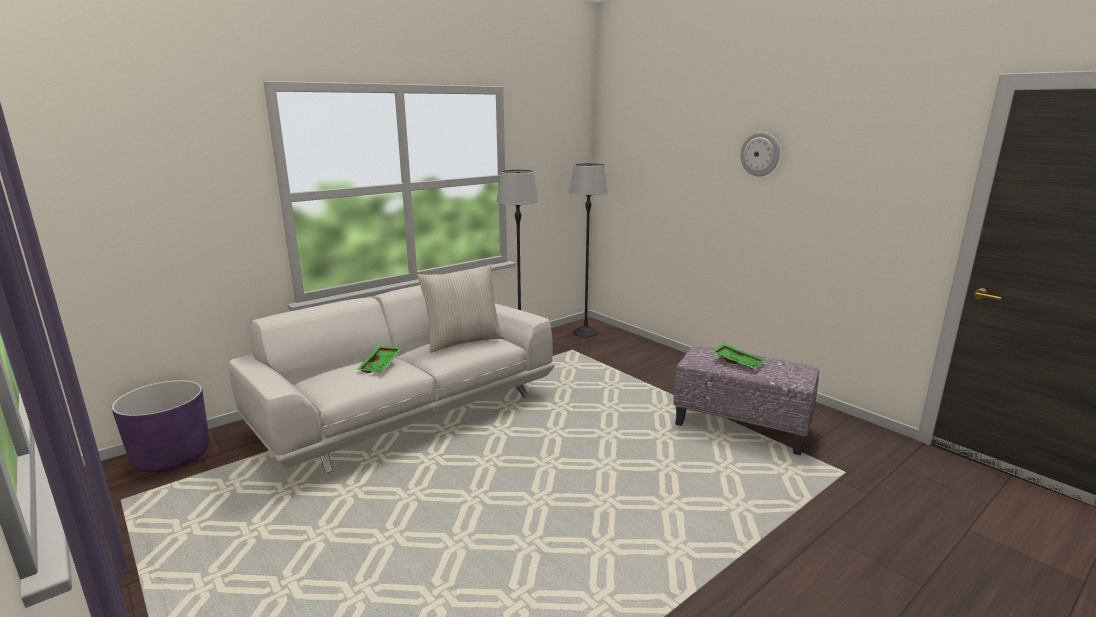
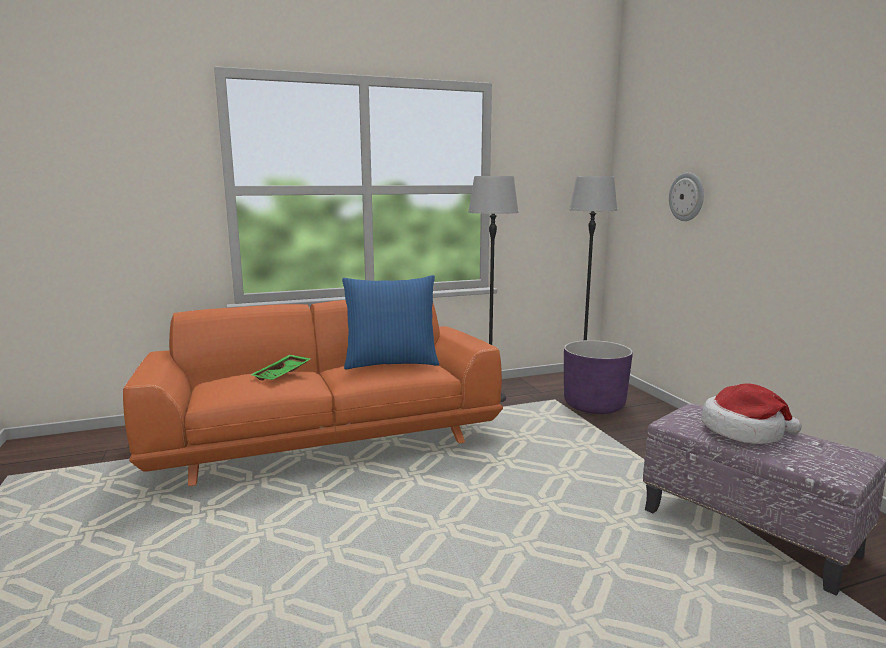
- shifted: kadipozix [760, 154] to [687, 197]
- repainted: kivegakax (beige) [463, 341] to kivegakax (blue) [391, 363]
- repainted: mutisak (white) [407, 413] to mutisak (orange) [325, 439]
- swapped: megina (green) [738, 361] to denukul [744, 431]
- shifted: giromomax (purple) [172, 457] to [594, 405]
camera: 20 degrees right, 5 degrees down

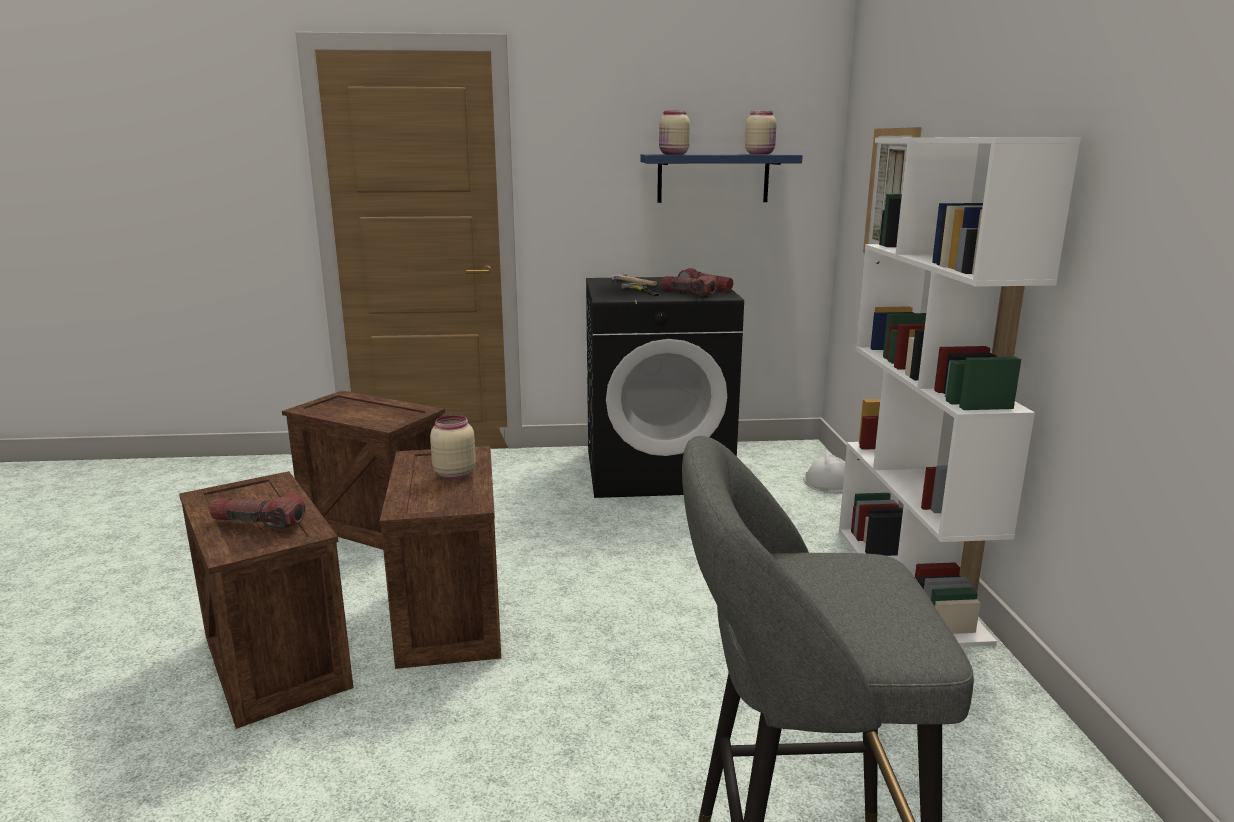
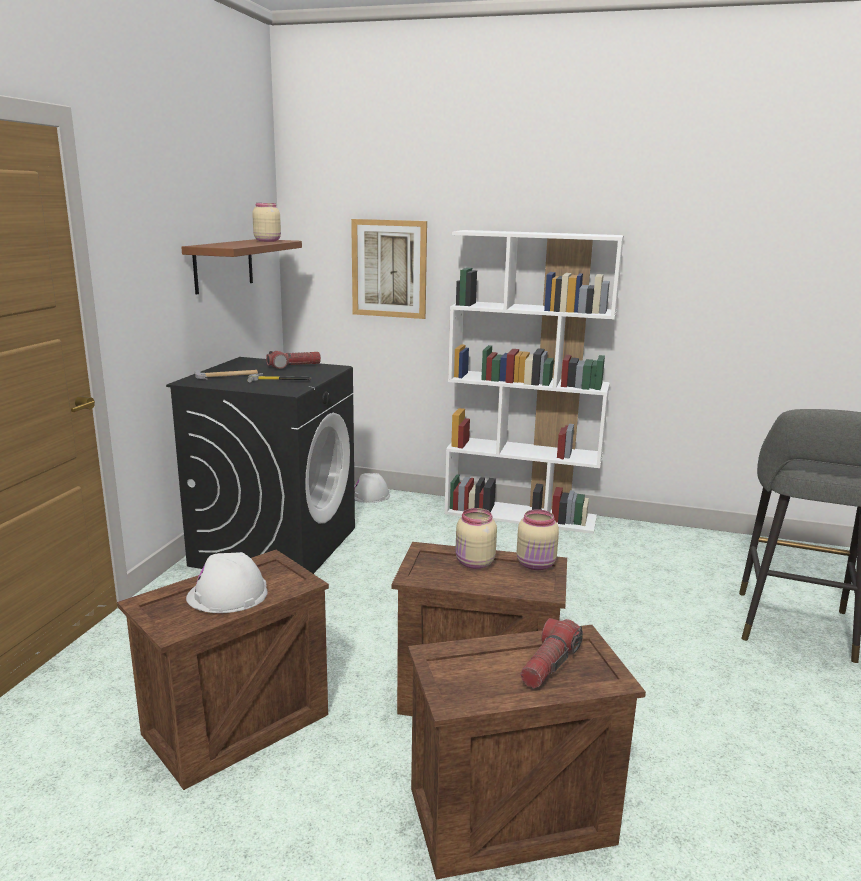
- shifted: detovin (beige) [673, 154] to [536, 565]
- repainted: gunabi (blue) [713, 178] to gunabi (brown) [223, 265]
- gone: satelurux [688, 293]
- new: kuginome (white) [227, 595]
camera: 70 degrees left, 0 degrees up

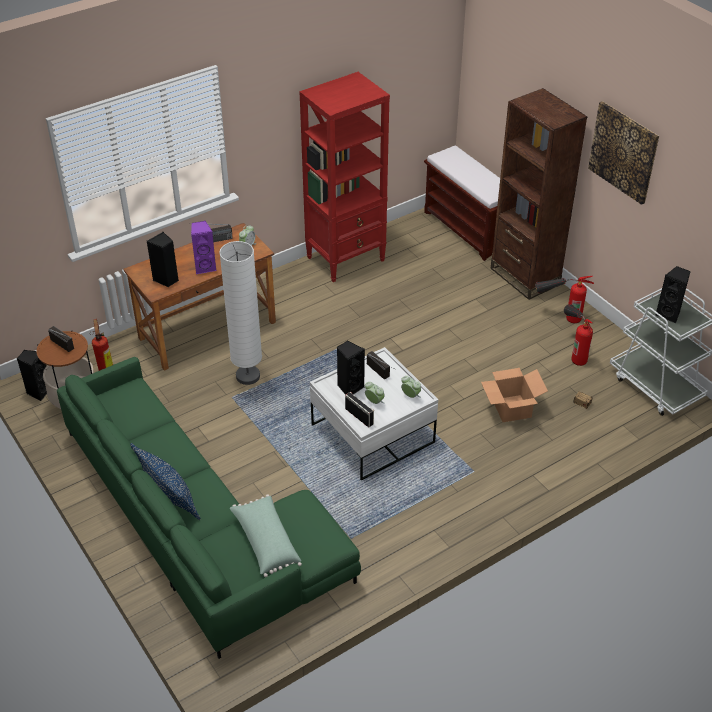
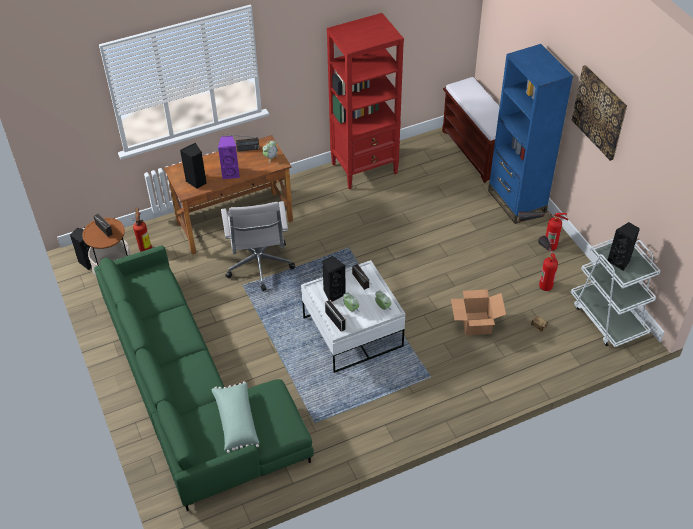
- repainted: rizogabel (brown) [525, 276] to rizogabel (blue) [516, 201]
- swapped: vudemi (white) [248, 376] to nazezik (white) [259, 268]
- gone: kivegakax (blue) [168, 496]
camera: 10 degrees right, 5 degrees up

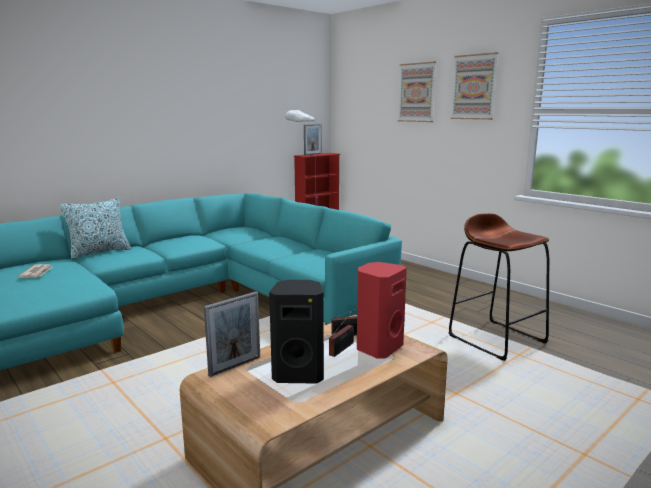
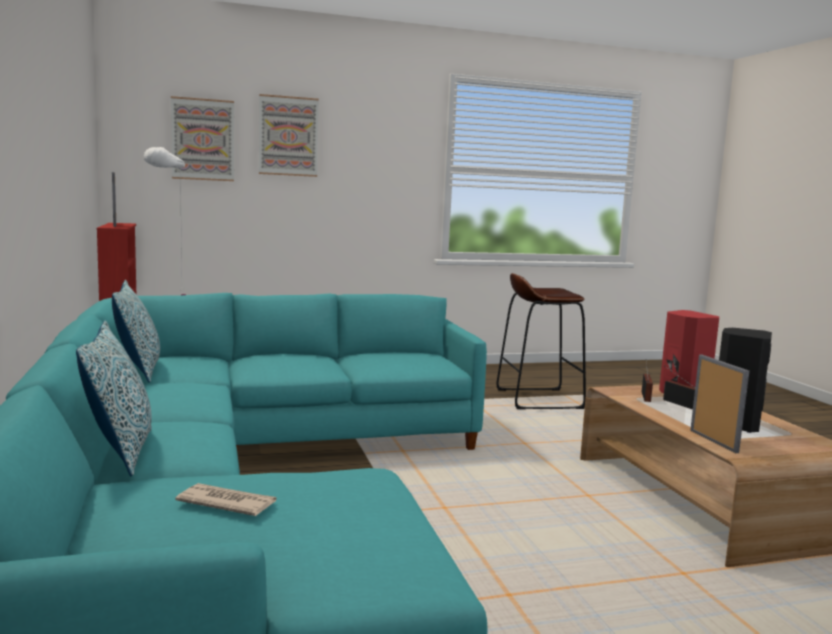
- shifted: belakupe [474, 87] to [203, 139]
- new: kivegakax [139, 370]
camera: 65 degrees left, 5 degrees down

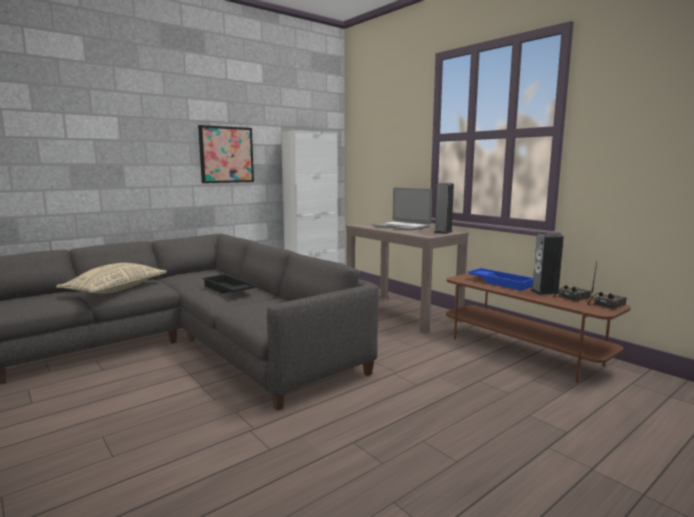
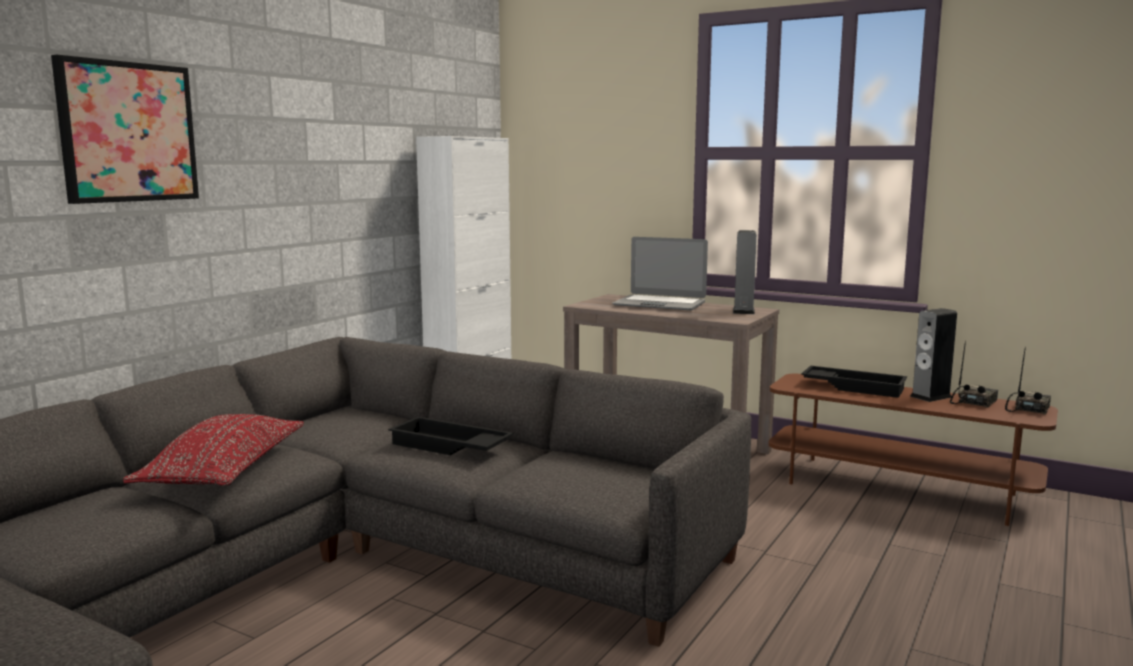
- shifted: belakupe [226, 154] to [128, 132]
- repainted: kivegakax (beige) [116, 290] to kivegakax (red) [224, 472]
- repainted: megina (blue) [500, 282] to megina (black) [854, 387]
camera: 20 degrees left, 0 degrees up

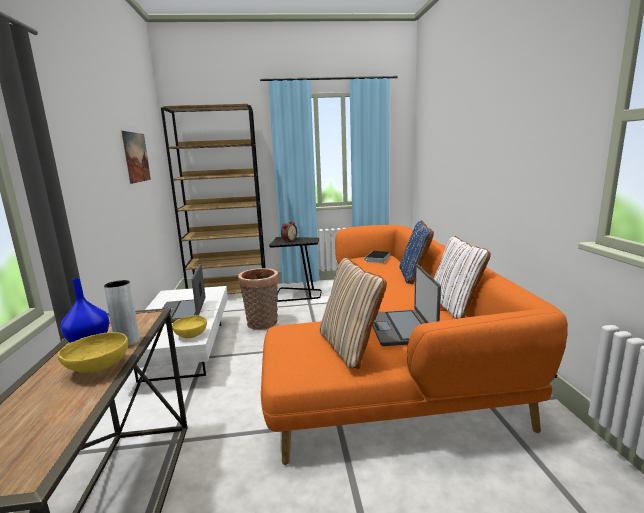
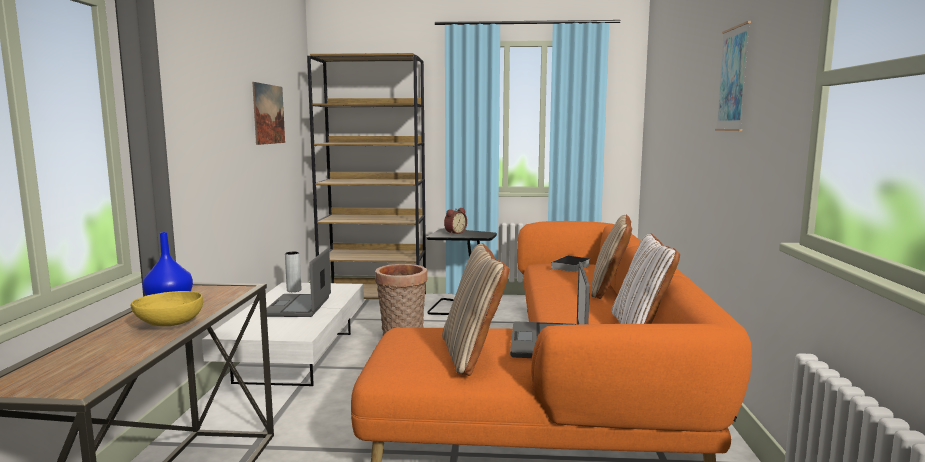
- repainted: kivegakax (blue) [414, 276] to kivegakax (beige) [609, 290]
- shifted: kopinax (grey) [127, 341] to [294, 290]
- gone: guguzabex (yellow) [191, 335]
- new: belakupe [733, 79]
camera: 10 degrees right, 5 degrees down

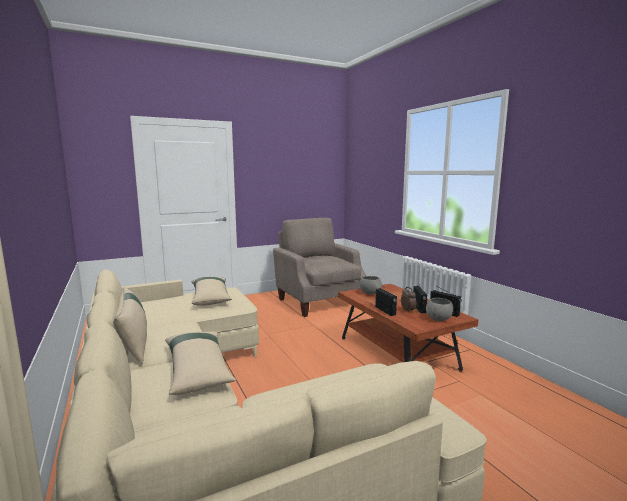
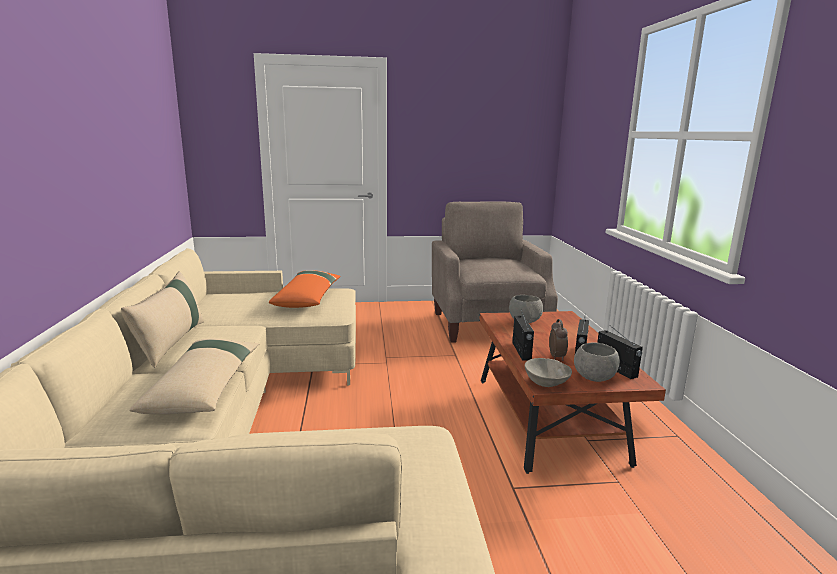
- repainted: kivegakax (beige) [210, 297] to kivegakax (orange) [308, 298]
- new: guguzabex (grey) [545, 382]
camera: 20 degrees right, 5 degrees up

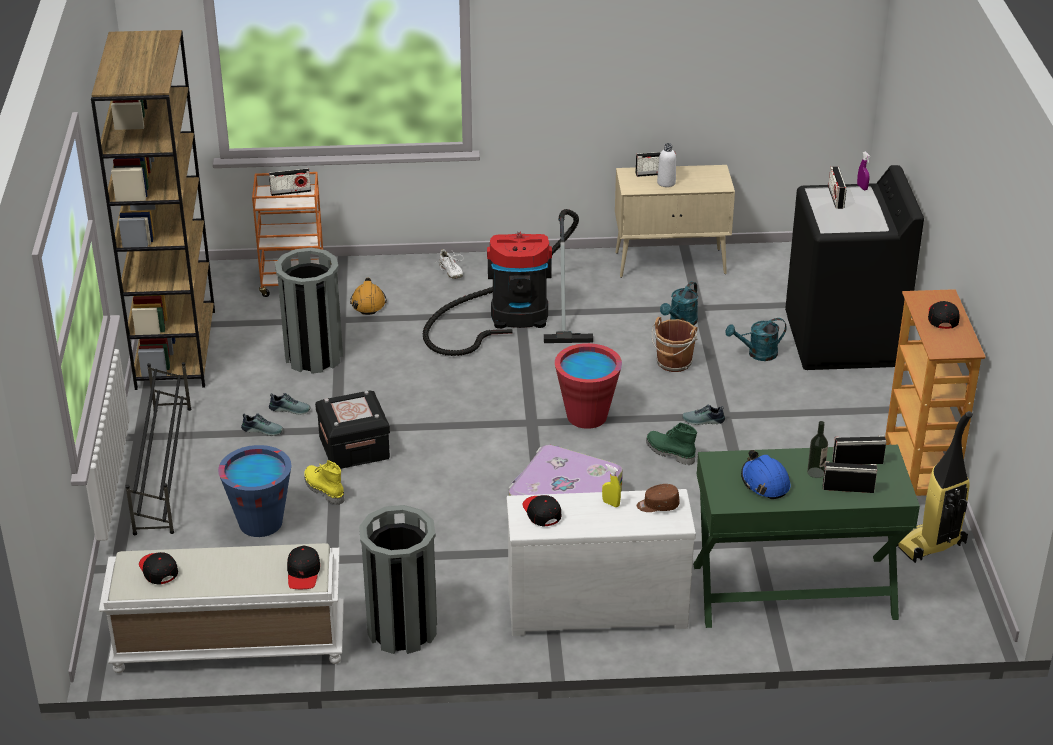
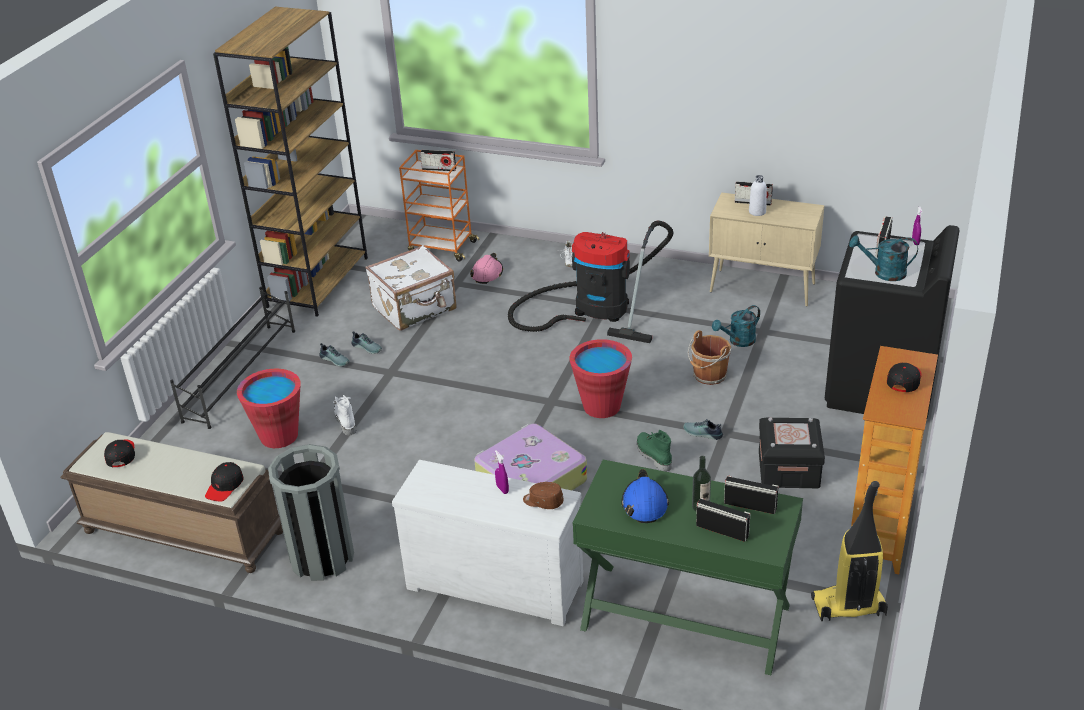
- swapped: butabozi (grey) [314, 356] to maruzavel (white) [415, 308]
- repainted: kuginome (orange) [368, 303] to kuginome (pink) [487, 274]
- shifted: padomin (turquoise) [757, 354] to [883, 273]
- shifted: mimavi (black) [354, 448] to [788, 469]
- repainted: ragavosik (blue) [260, 523] to ragavosik (red) [279, 436]
- repainted: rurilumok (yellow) [323, 490] to rurilumok (white) [345, 420]
- repainted: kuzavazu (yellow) [611, 503] to kuzavazu (purple) [502, 489]
- gone: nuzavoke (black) [541, 513]
- repainted: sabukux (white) [228, 644] to sabukux (brown) [182, 532]
camera: 25 degrees right, 0 degrees up

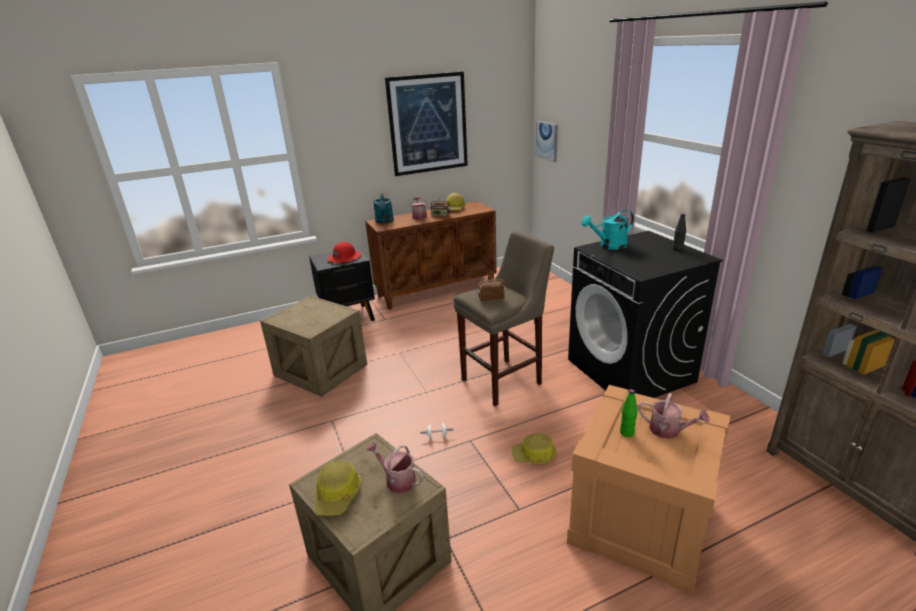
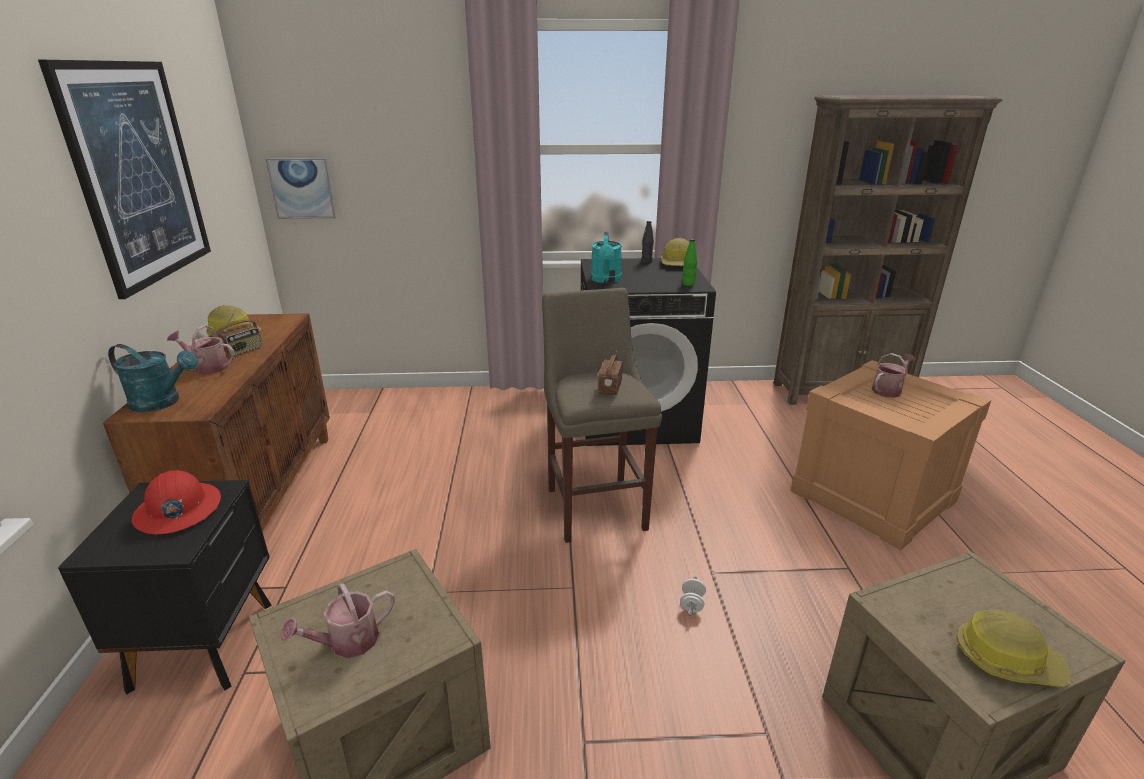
- shifted: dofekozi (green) [627, 432] to [688, 284]
- shifted: kuginome [534, 455] to [677, 263]
- shifted: padomin [397, 480] to [347, 642]
camera: 70 degrees left, 0 degrees up

